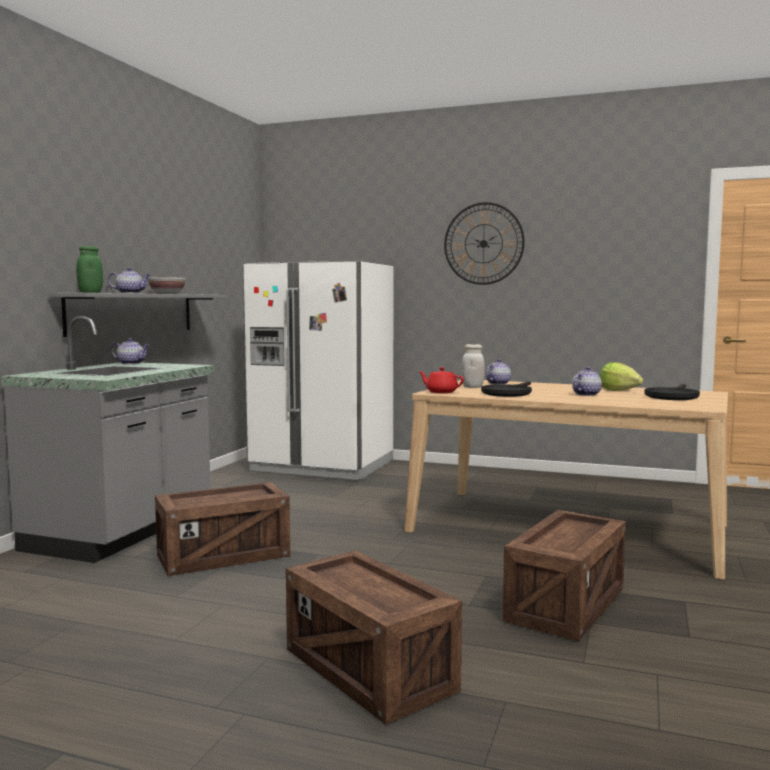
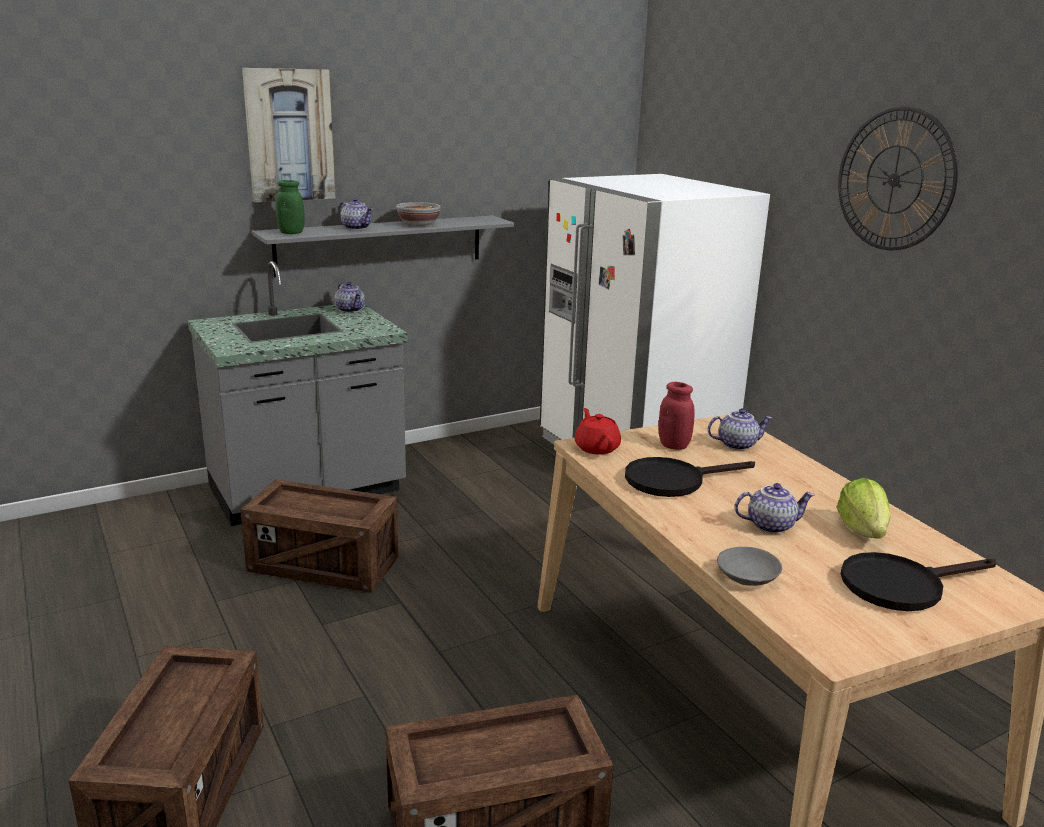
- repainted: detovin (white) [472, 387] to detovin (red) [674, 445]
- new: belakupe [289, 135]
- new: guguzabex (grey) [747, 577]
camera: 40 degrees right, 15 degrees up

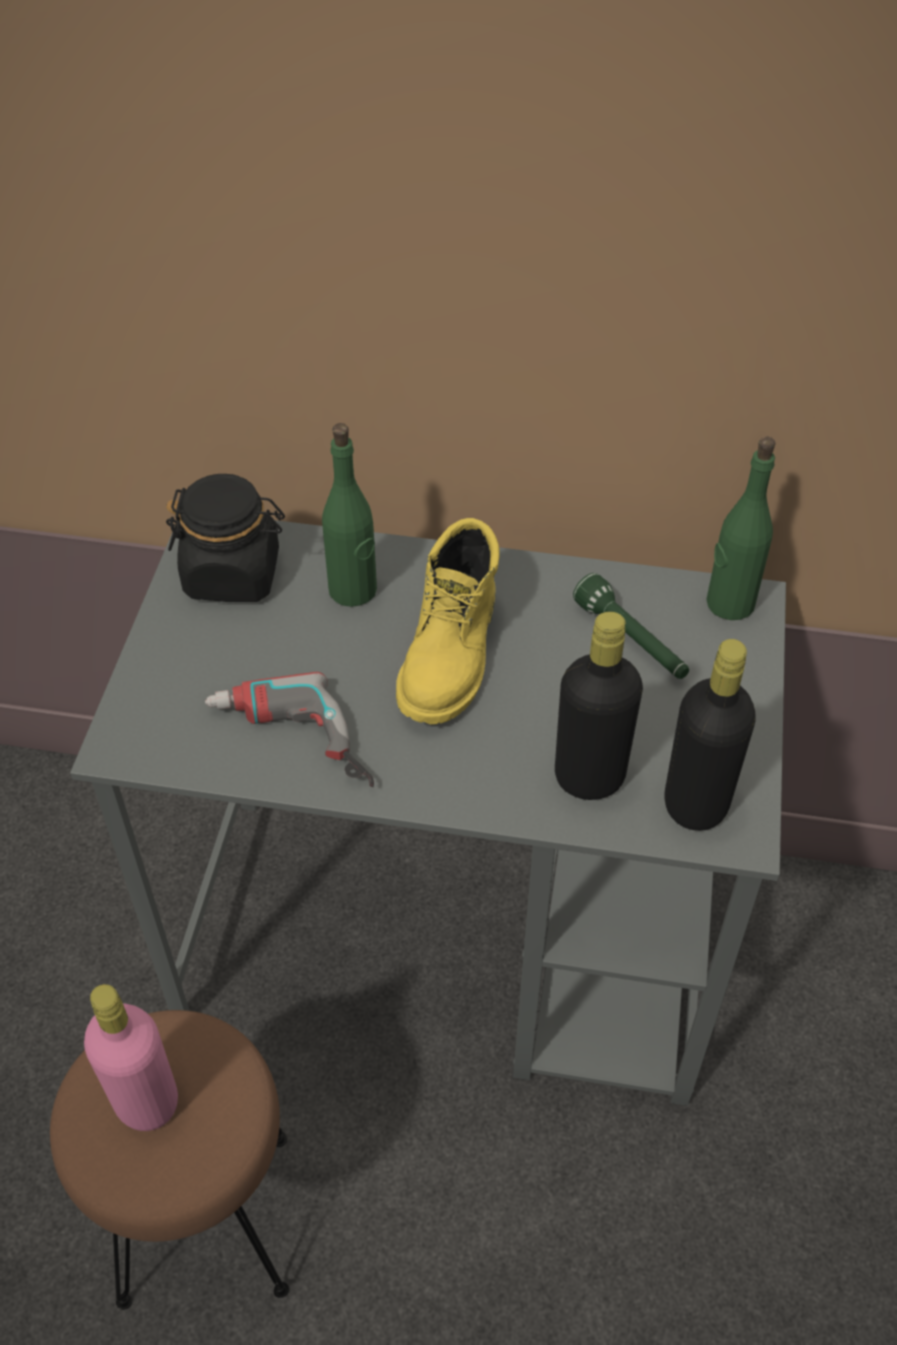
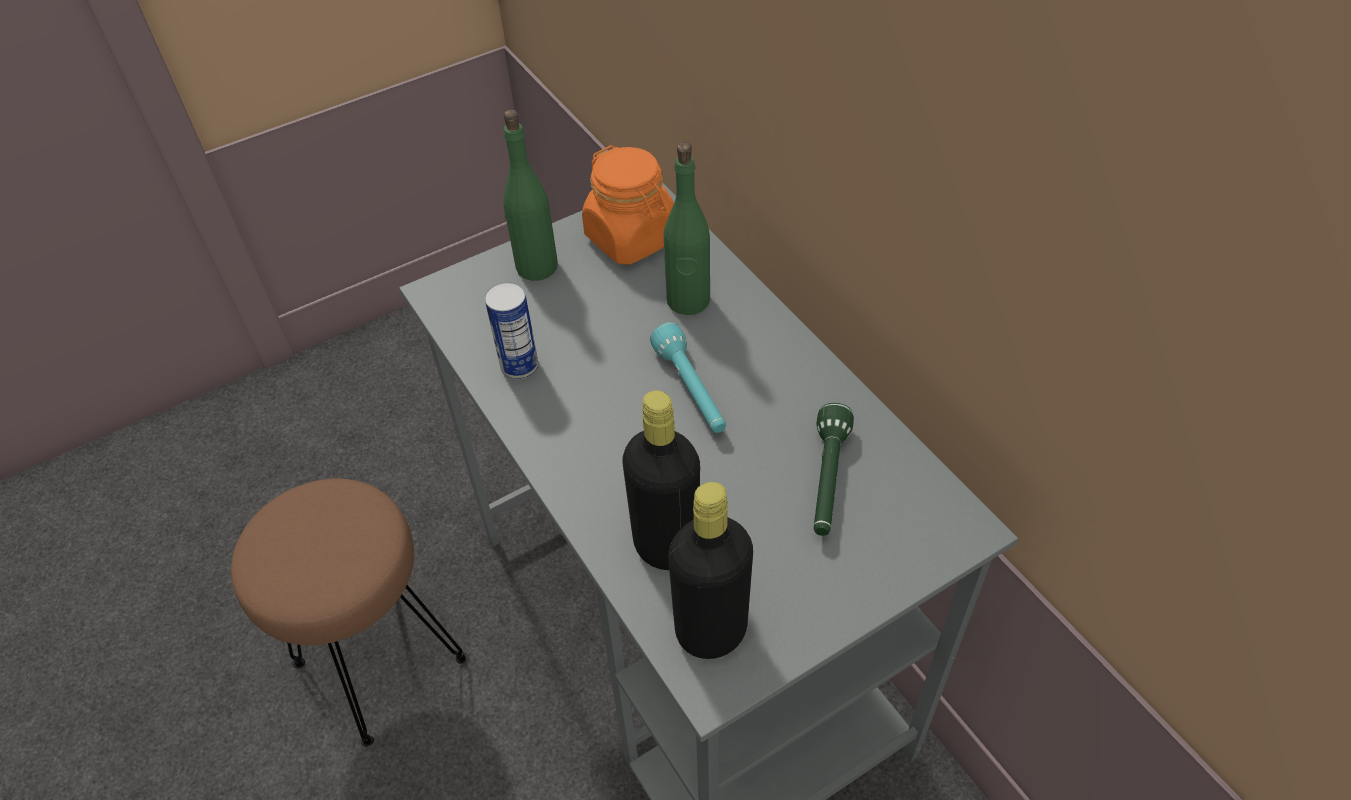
- shifted: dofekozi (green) [729, 603] to [536, 266]
- repainted: detovin (black) [233, 574] to detovin (orange) [631, 238]
- swapped: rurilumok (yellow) [452, 655] to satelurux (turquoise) [691, 390]
- swapped: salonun [288, 747] to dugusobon [519, 366]
- gone: dofekozi (pink) [147, 1101]
camera: 50 degrees right, 0 degrees up

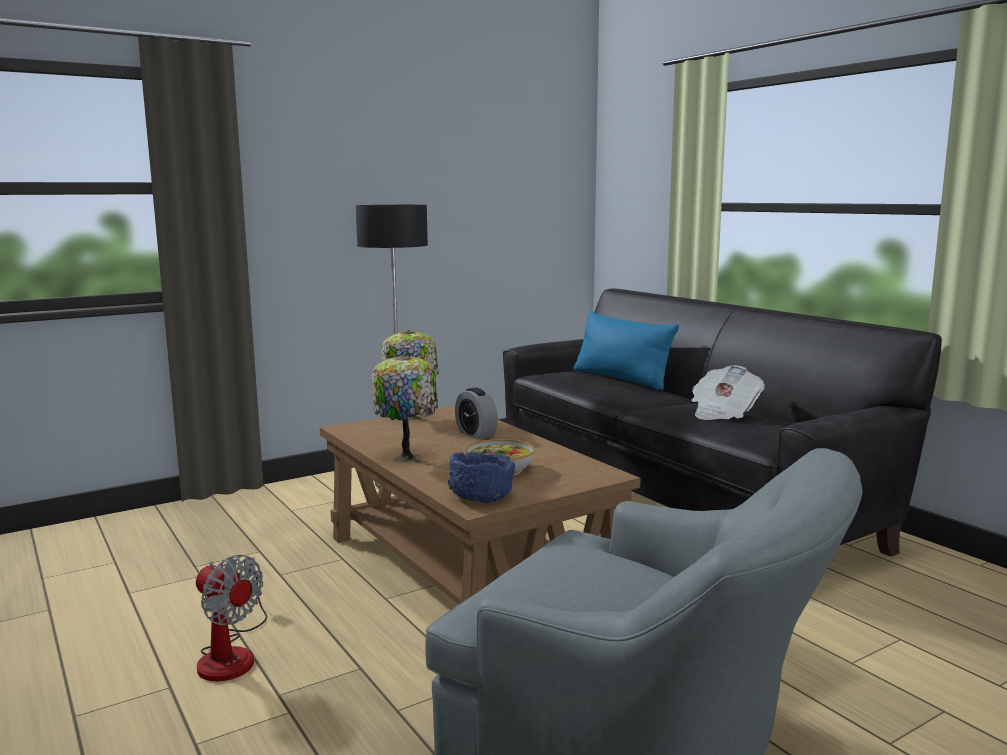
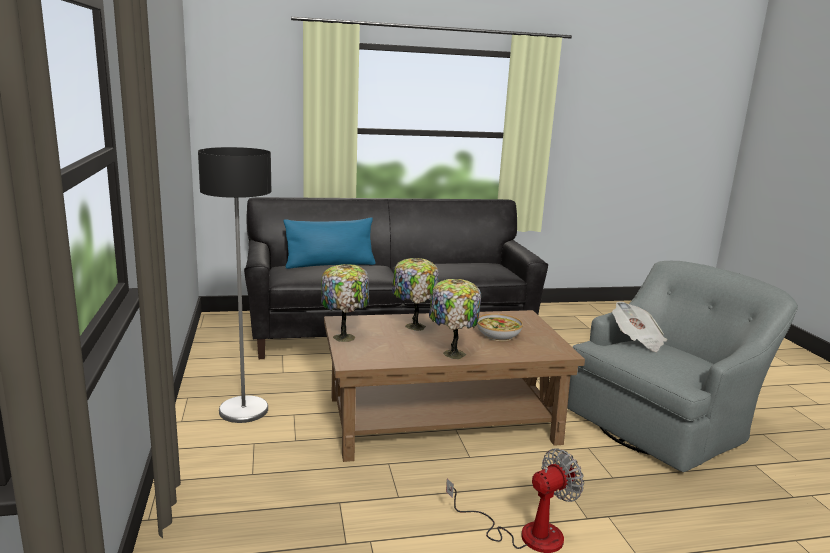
- shifted: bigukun [723, 413] to [637, 340]
- swapped: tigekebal [476, 434] to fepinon [413, 326]
- gone: guguzabex (blue) [481, 496]
camera: 70 degrees left, 5 degrees up

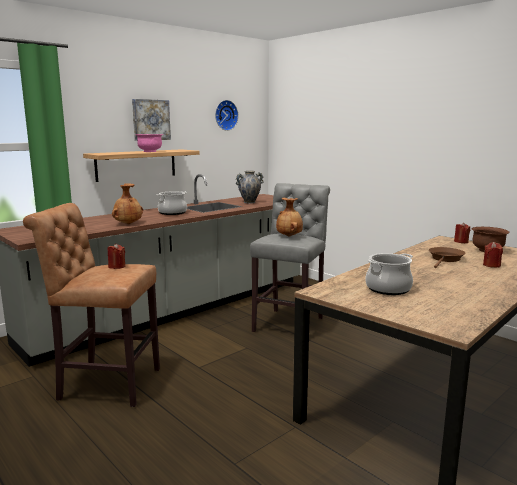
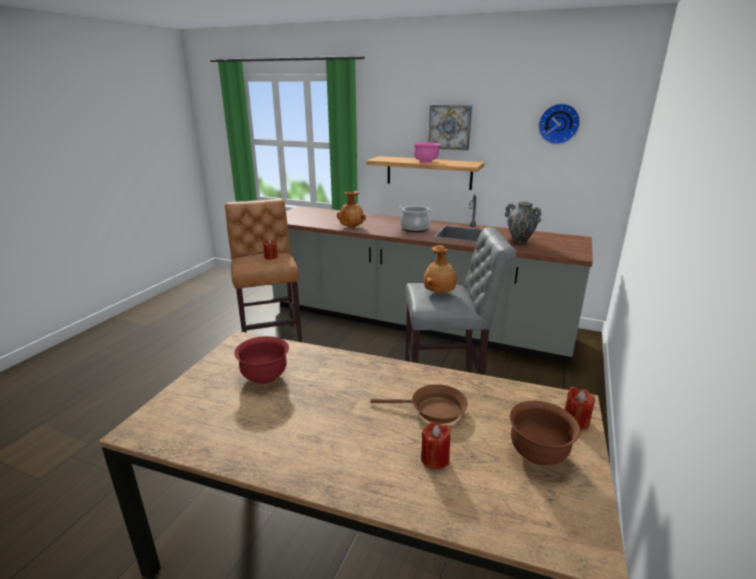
- swapped: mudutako [388, 289] to guguzabex (red) [264, 377]
camera: 65 degrees right, 10 degrees up

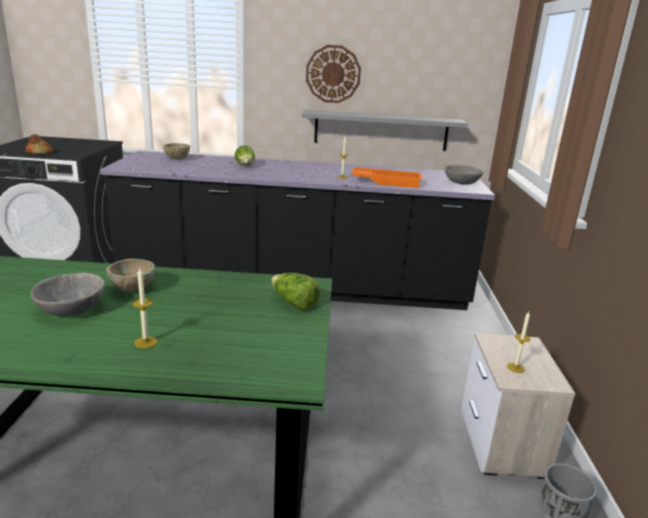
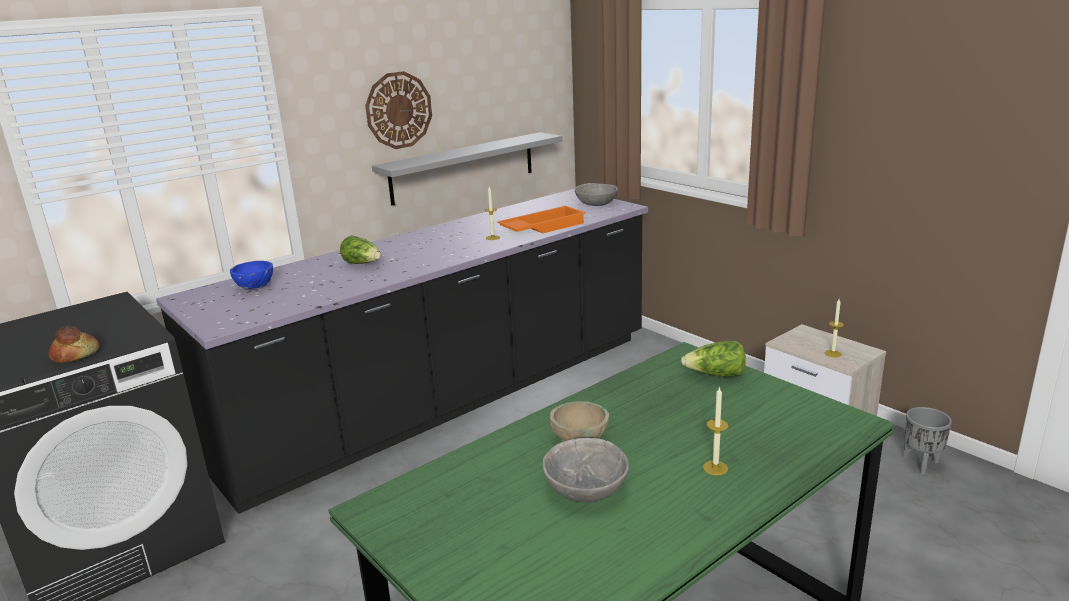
- repainted: guguzabex (beige) [177, 159] to guguzabex (blue) [255, 287]
camera: 40 degrees left, 0 degrees up

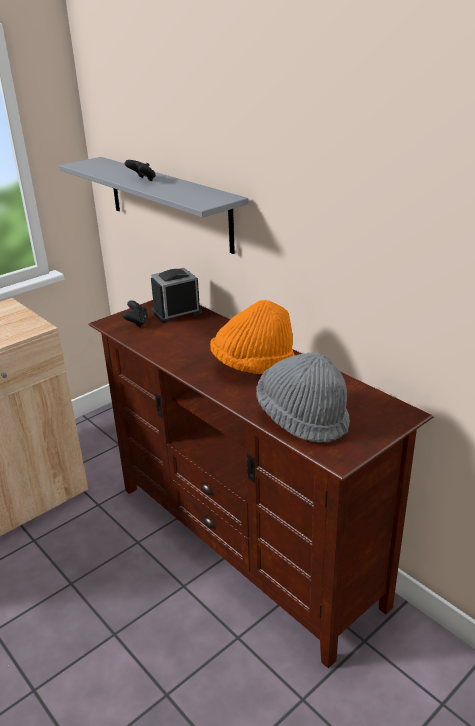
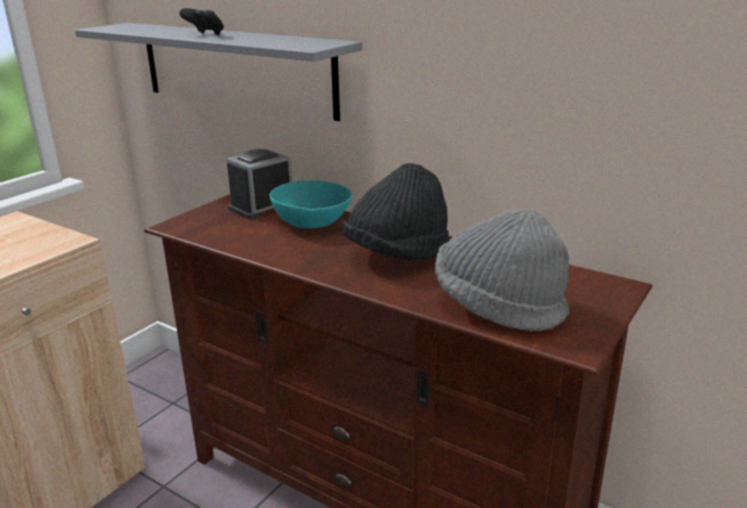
- gone: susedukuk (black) [137, 323]
- repainted: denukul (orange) [253, 366] to denukul (black) [397, 255]
- new: guguzabex (turquoise) [312, 222]
camera: 15 degrees left, 5 degrees down

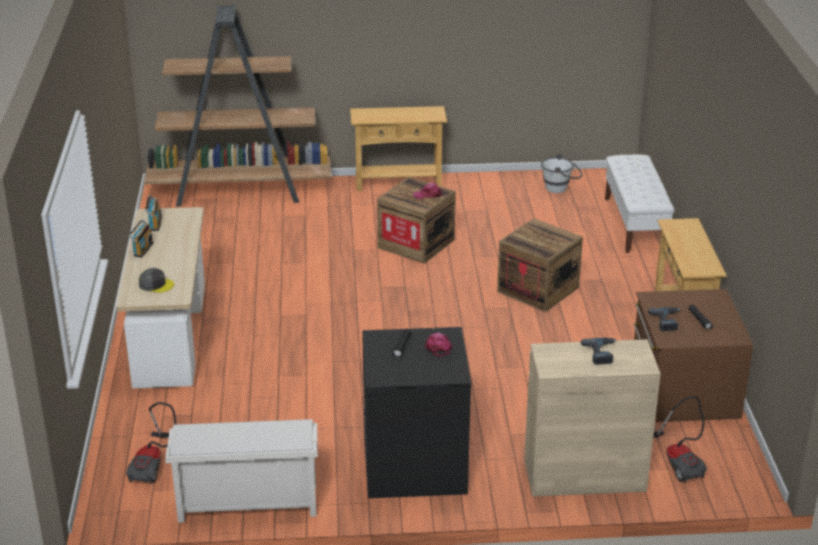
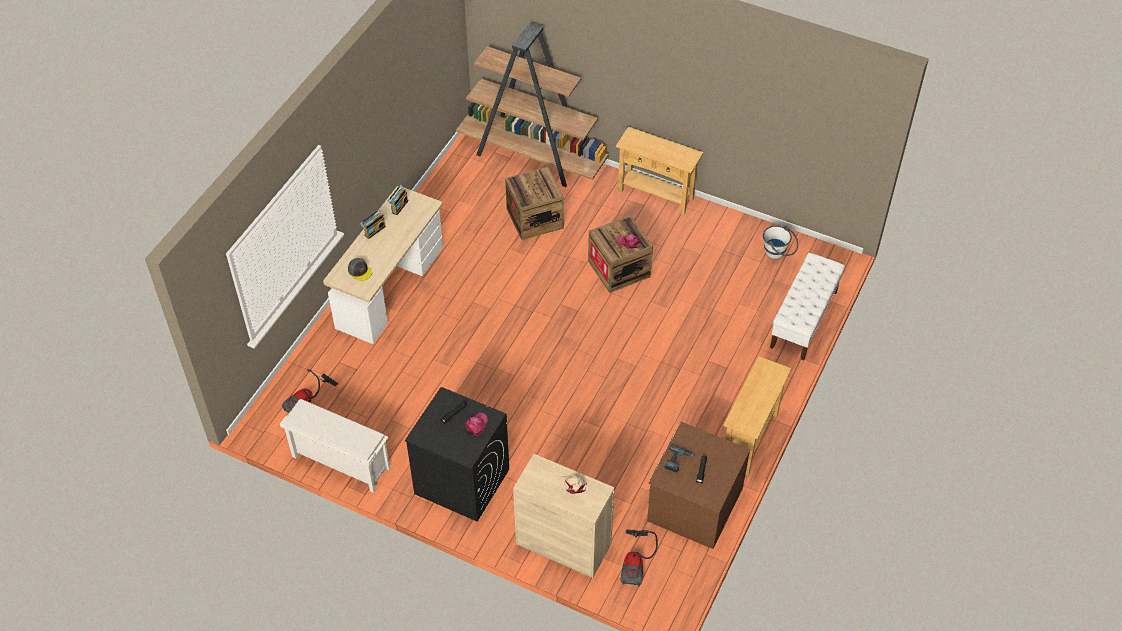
- shifted: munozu [538, 289] to [535, 218]
- swapped: salonun [602, 353] to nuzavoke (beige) [572, 485]
camera: 30 degrees right, 20 degrees up

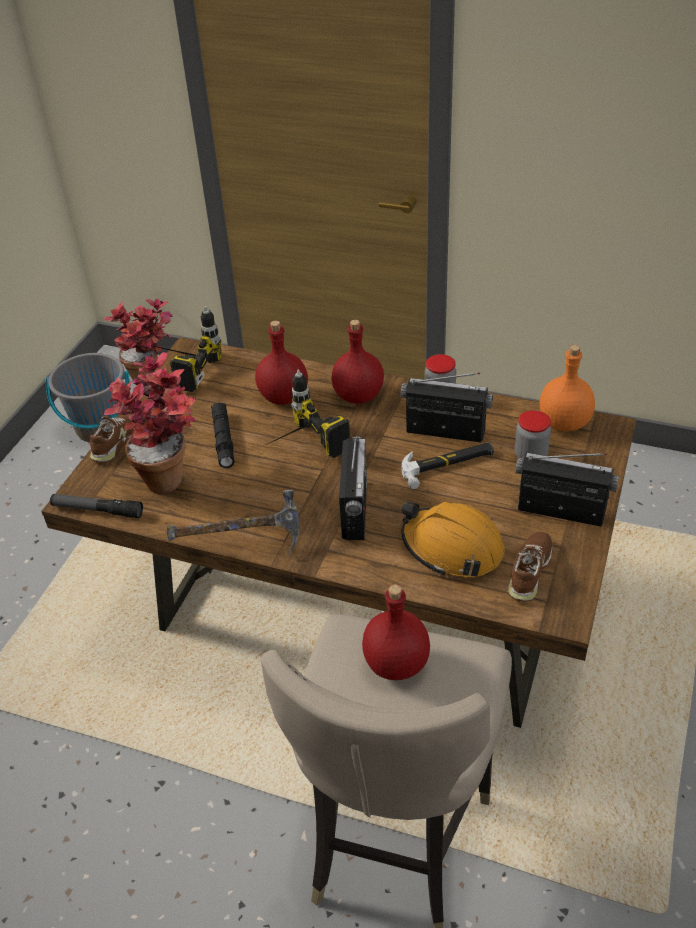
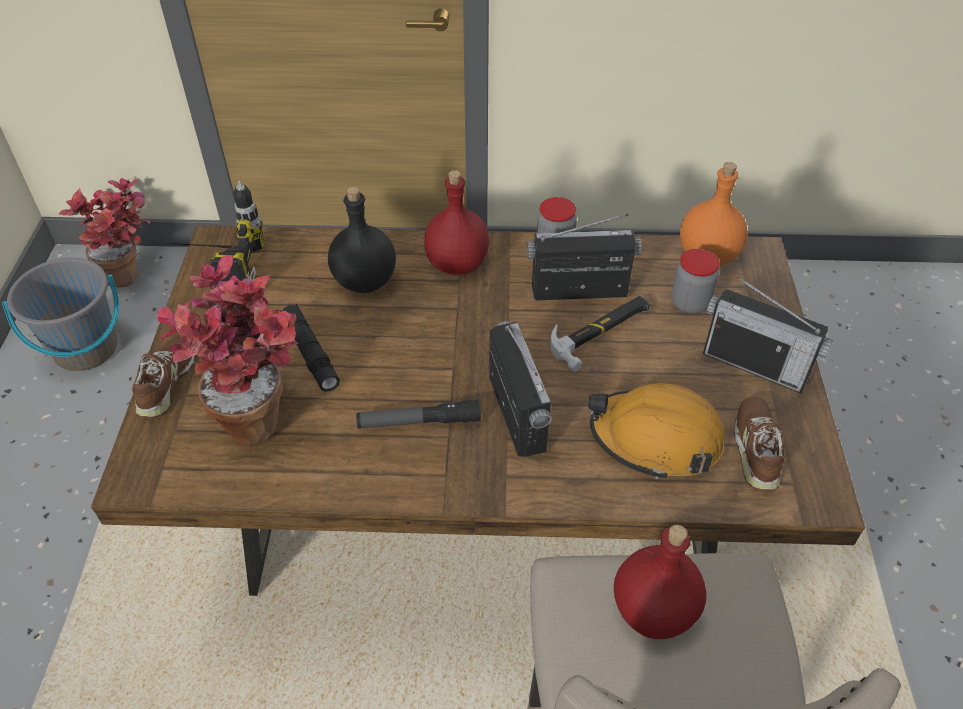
- repainted: dofekozi (red) [283, 396] to dofekozi (black) [364, 280]
- gone: salonun [296, 449]
- rotated: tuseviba [561, 511] = [755, 365] 150 degrees counterclockwise
- gone: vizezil [241, 544]
- shifted: satelurux [97, 510] to [419, 422]
camera: 20 degrees left, 5 degrees up

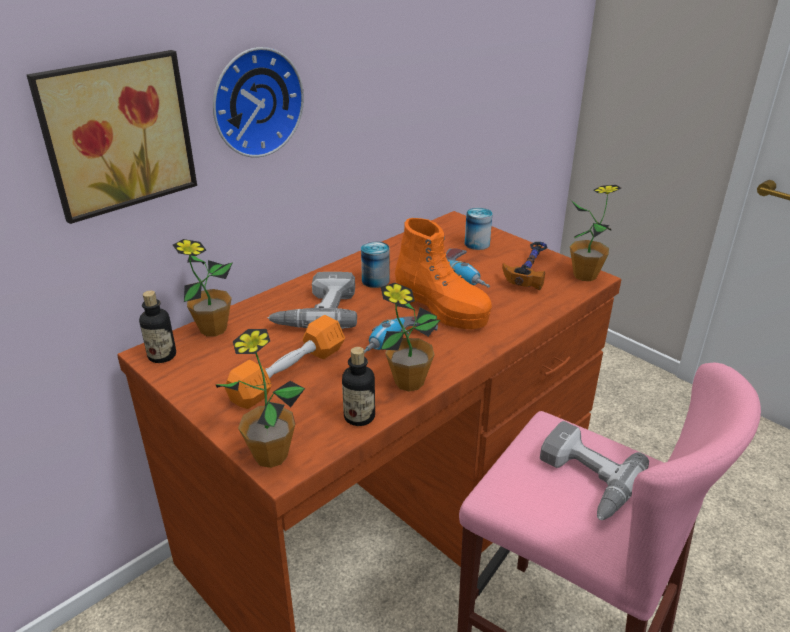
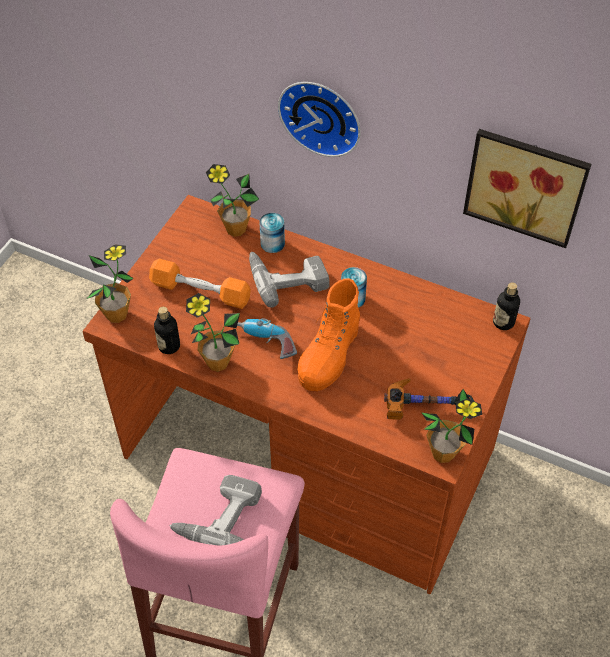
- shifted: belakupe [116, 133] to [526, 184]
- shifted: dugusobon [477, 244] to [272, 244]
- gone: salonun [466, 277]
- shifted: dofekozi [162, 356] to [503, 322]
camera: 70 degrees right, 20 degrees up

